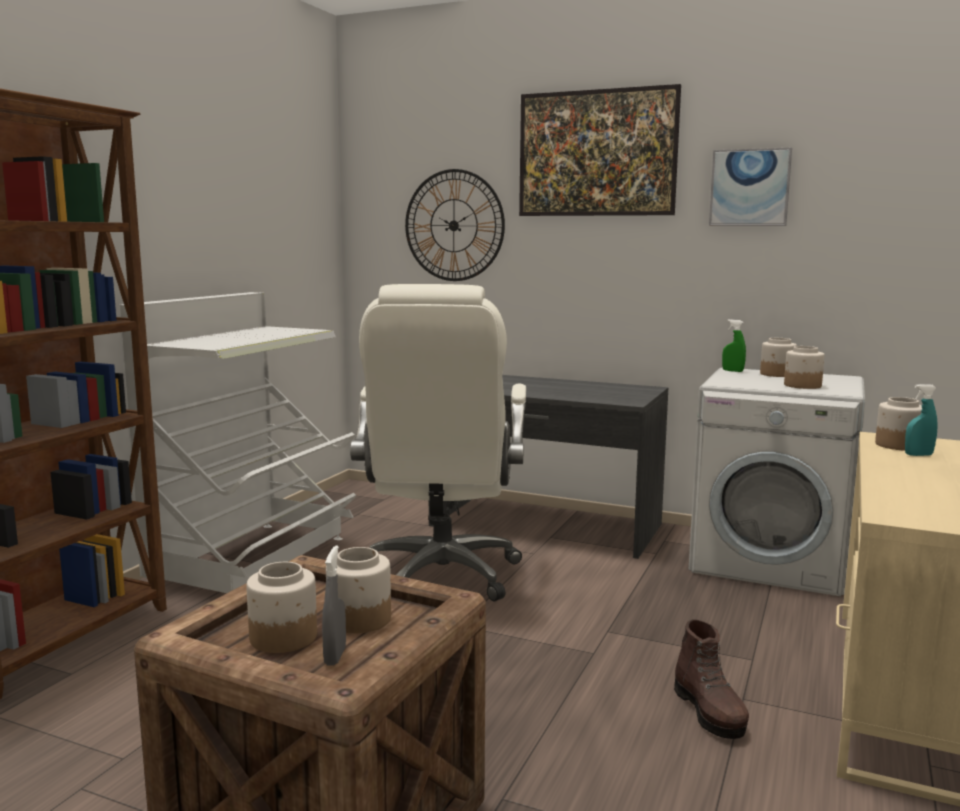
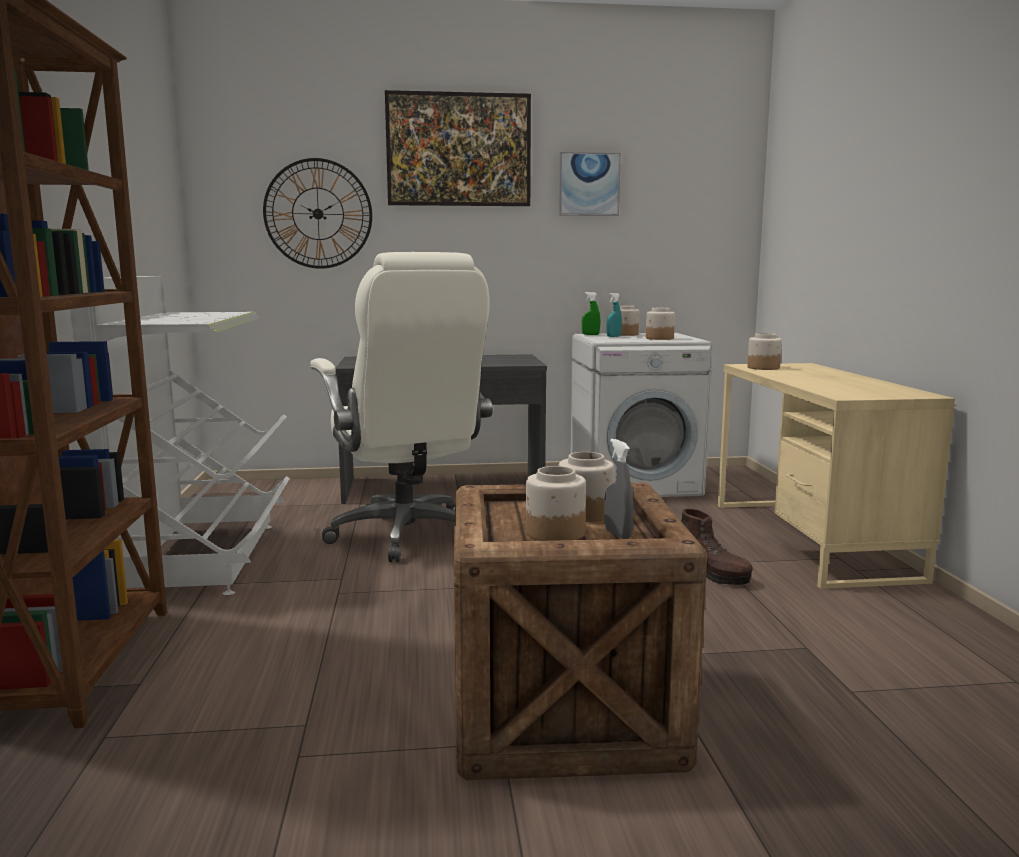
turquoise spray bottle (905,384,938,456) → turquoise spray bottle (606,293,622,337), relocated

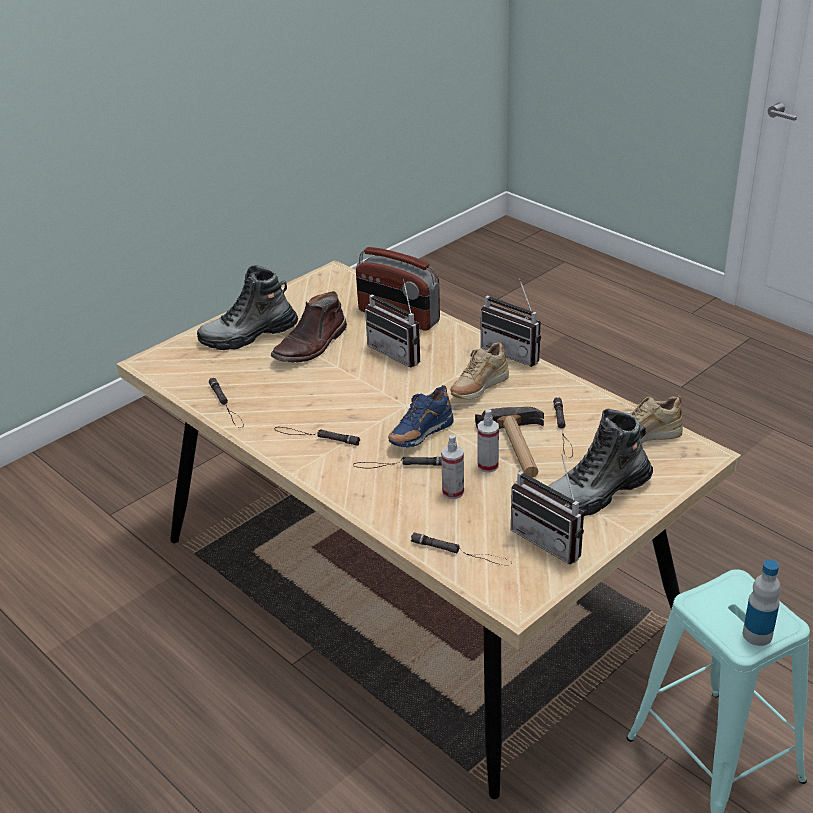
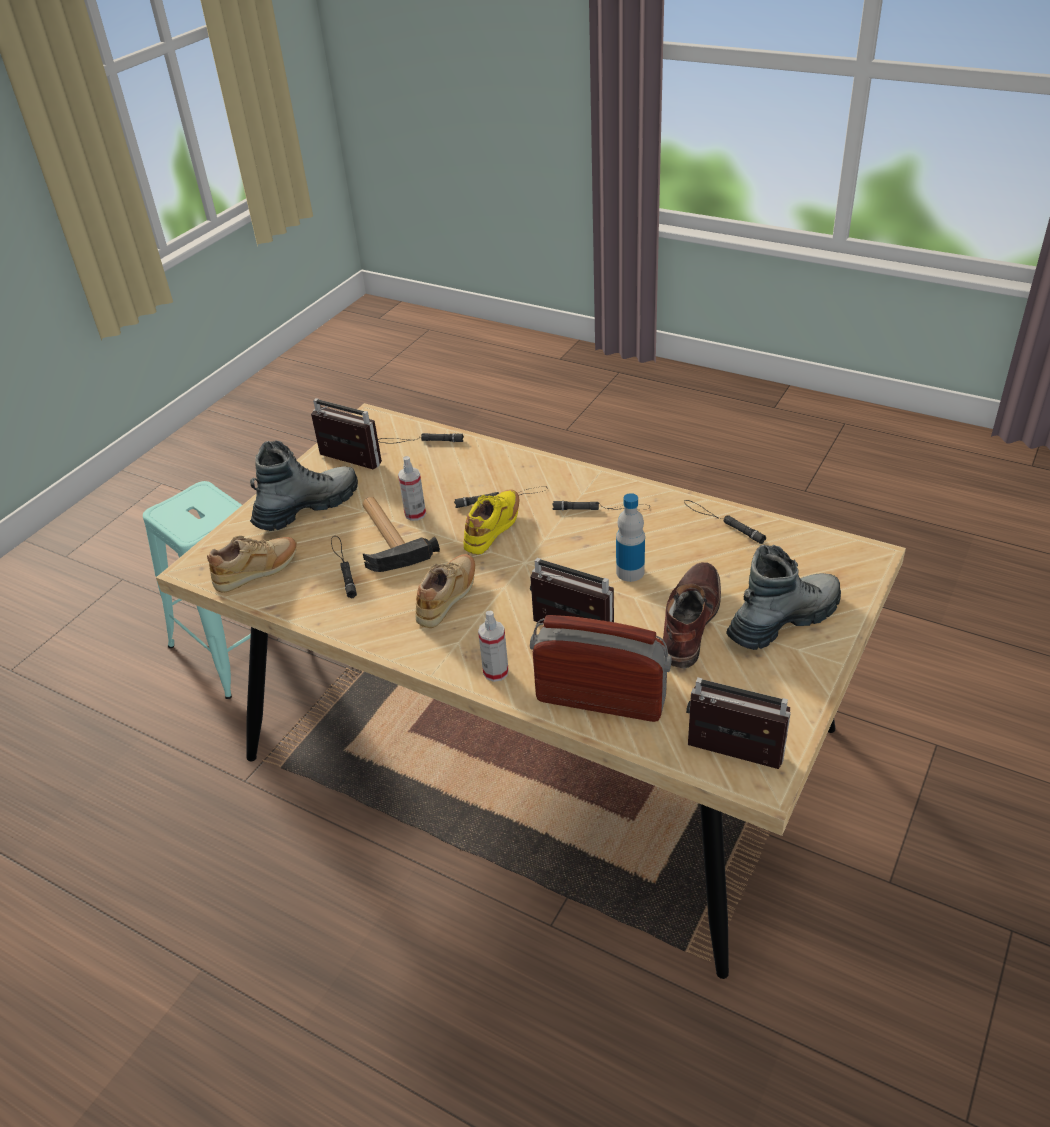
blue shoe (388,385,453,447) → yellow shoe (464,489,519,555)
spray bottle (441,435,464,499) → spray bottle (478,611,509,682), relocated
bottle (743,560,781,646) → bottle (616,493,645,582), relocated
radio (481,278,541,367) → radio (686,677,791,769), relocated

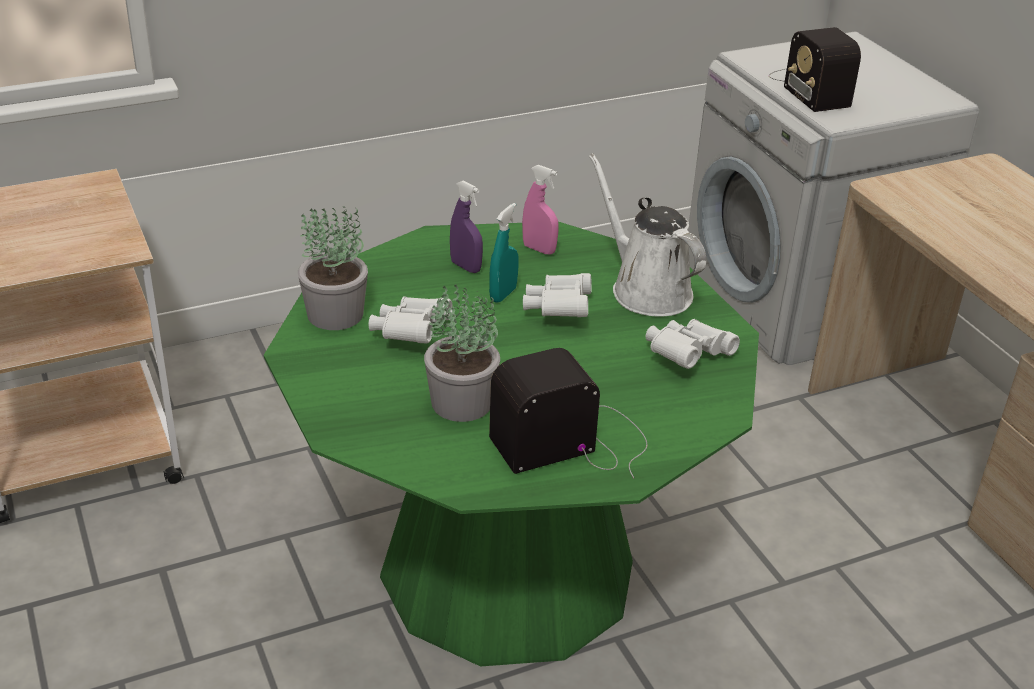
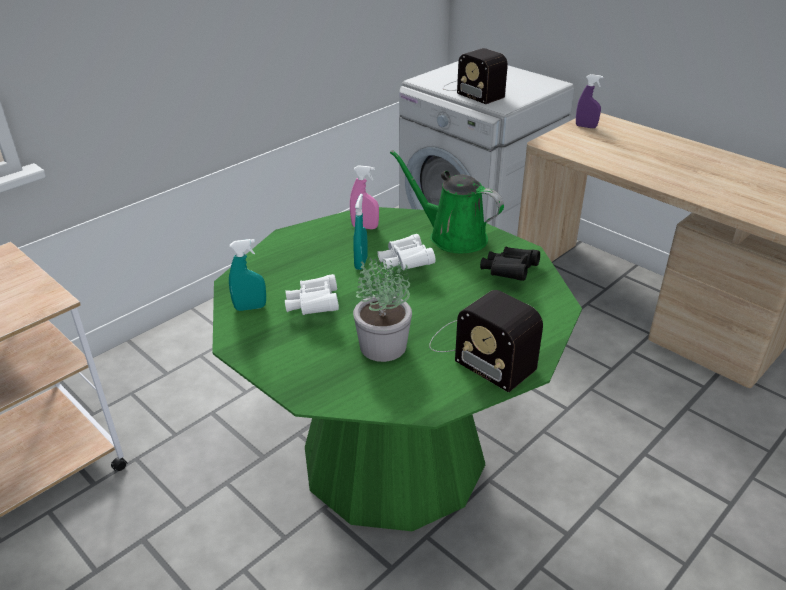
potted plant (298,206,368,330) → turquoise spray bottle (229,239,266,311)
white watering can (589,153,706,316) → green watering can (390,150,504,253)
radio (489,348,647,478) → radio (429,290,543,392), 90 degrees counterclockwise
white binoculars (646,319,740,369) → black binoculars (480,247,540,281)
purple spray bottle (450,181,483,273) → purple spray bottle (576,74,603,128), relocated

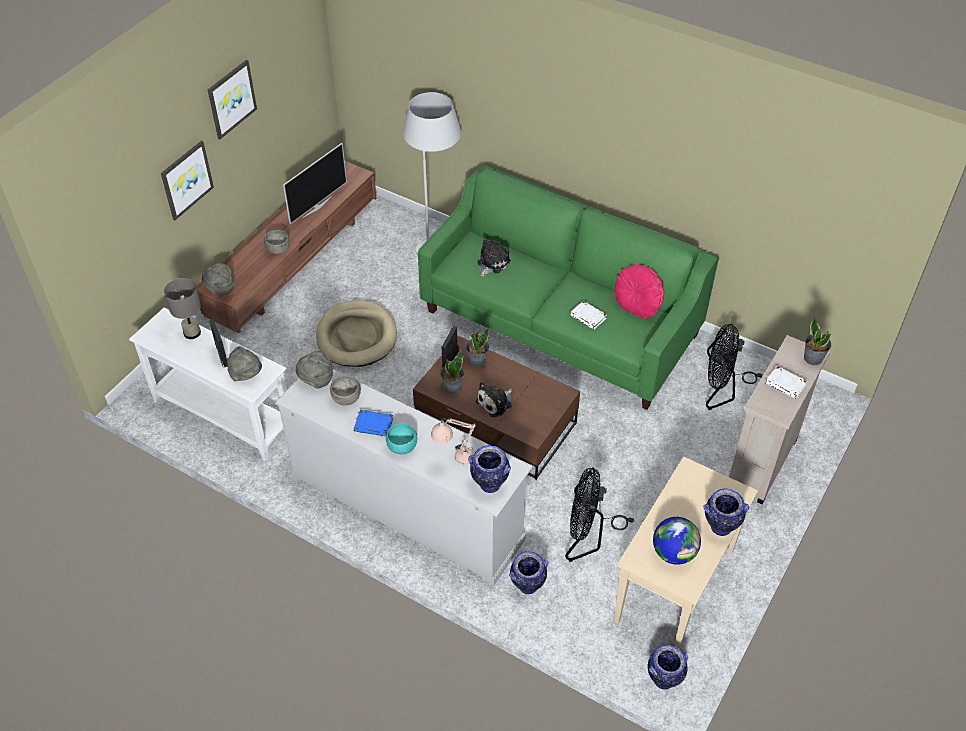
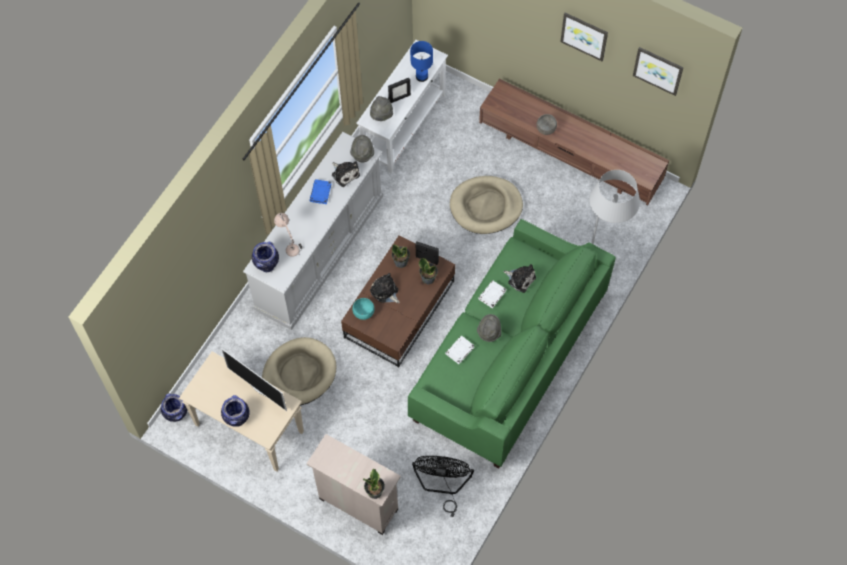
television (283,143,347,224) → television (222,349,287,411), relocated
black fan (565,467,635,562) → beige dog bed (262,337,337,406)
grey bowl (330,375,361,406) → plush toy (332,161,360,187)
turquoise bowl (386,423,417,454) → turquoise bowl (352,298,374,320), relocated
grey table lamp (164,278,201,339) → blue table lamp (410,41,433,82)
grey hat (202,263,235,296) → grey hat (477,314,501,342), relocated
white book (765,366,807,399) → white book (478,280,506,308), relocated
picture (161,140,214,220) → picture (633,47,684,96), relocated
vase (509,552,548,594) → -
pink pillow (614,264,664,319) → -
globe (653,517,701,565) → -

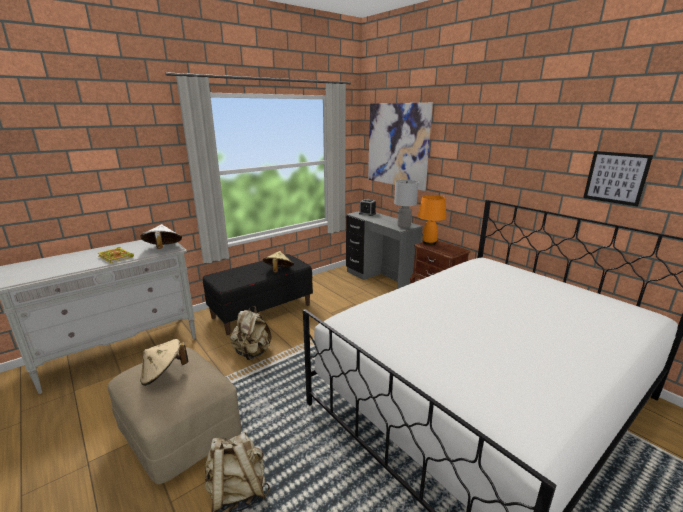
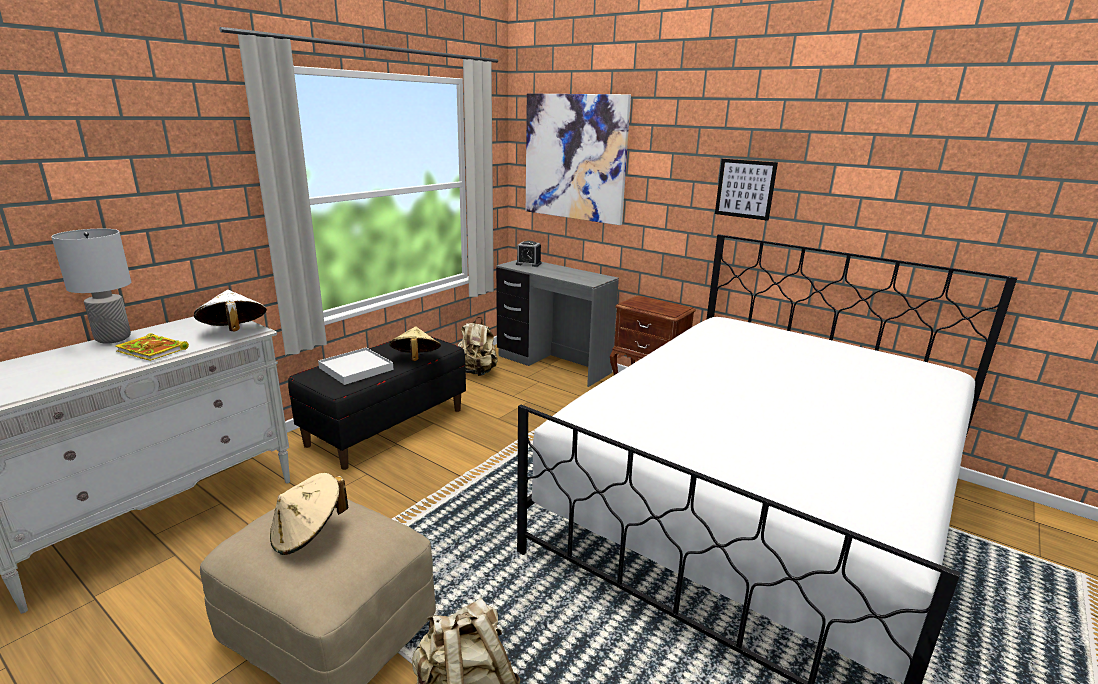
grey table lamp (394,180,418,228) → grey table lamp (51,229,131,344), relocated
- → white tray (318,348,394,385)
beige backpack (230,306,272,360) → beige backpack (458,317,498,376), relocated
picture (583,151,653,207) → picture (715,159,778,221), relocated
orange table lamp (418,195,446,245) → -

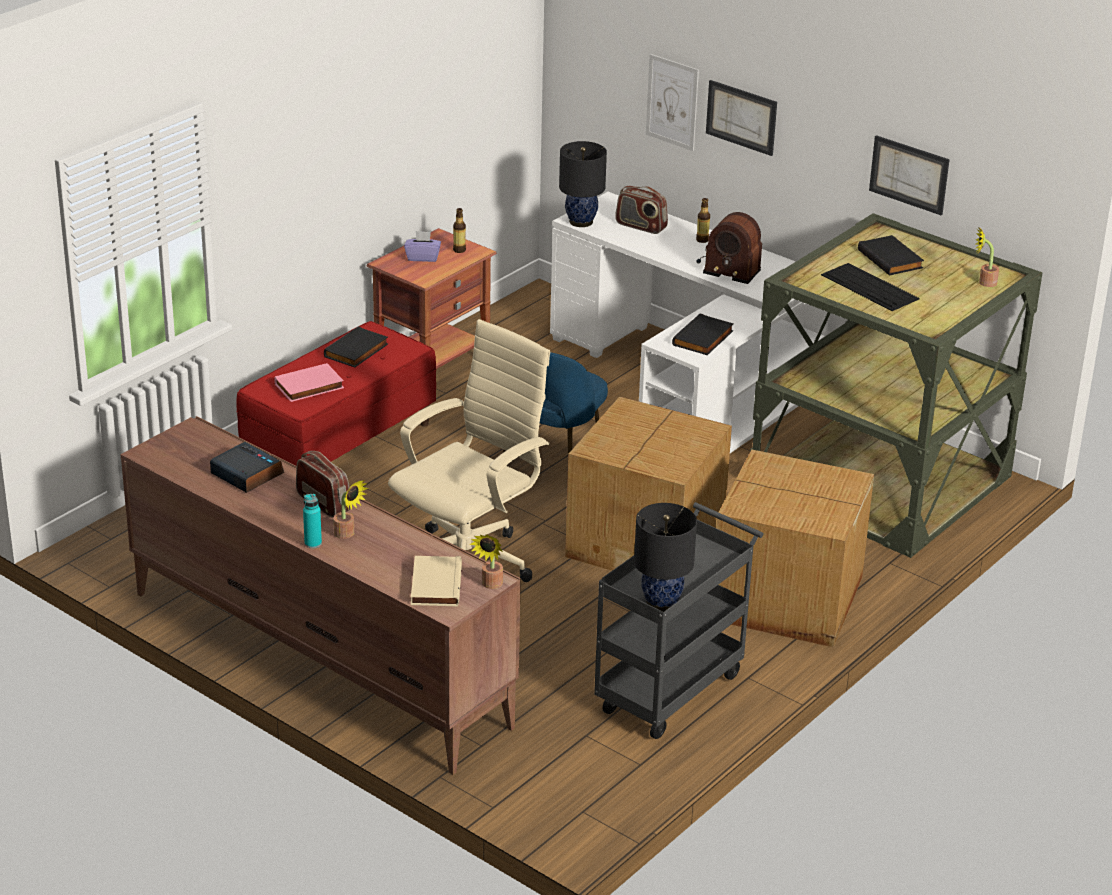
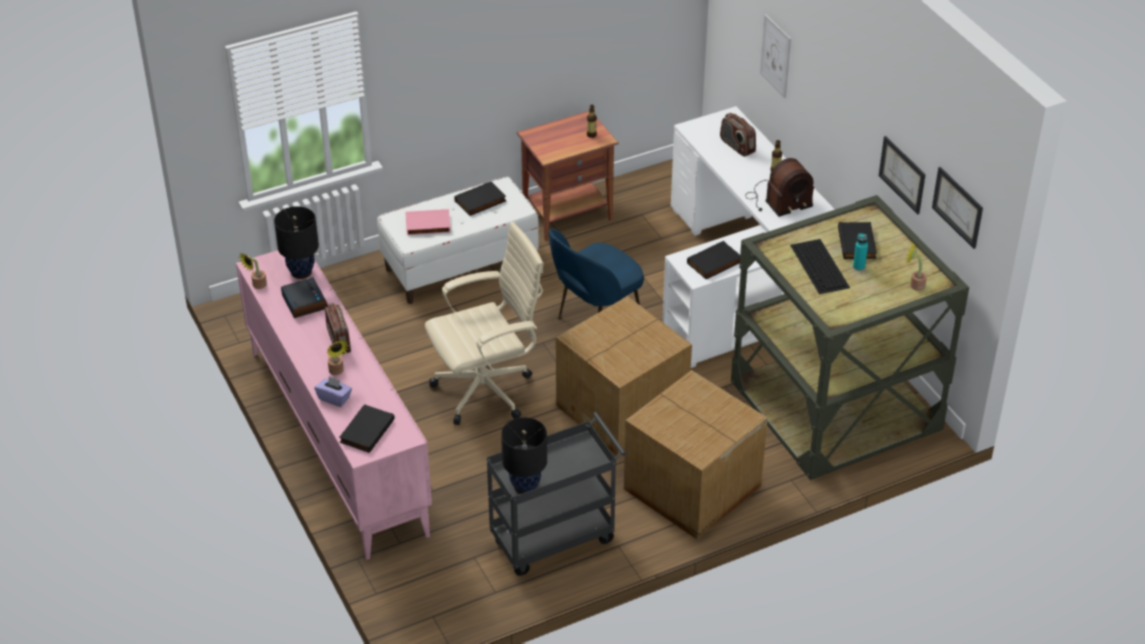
brown cabinet (120,416,521,775) → pink cabinet (236,250,432,560)
potted plant (469,534,503,589) → potted plant (238,253,267,289), relocated
black table lamp (559,141,607,227) → black table lamp (274,206,319,279), relocated
purple tissue box (404,231,441,262) → purple tissue box (314,376,352,407), relocated
beige book (411,556,462,607) → black book (339,404,395,453)
red bench (237,321,436,466) → white bench (377,177,539,304)
radio (696,212,762,284) → radio (745,158,814,217), 75 degrees counterclockwise
turquoise bottle (303,494,322,548) → turquoise bottle (853,233,868,271), relocated
picture (706,80,777,156) → picture (932,167,983,249), relocated

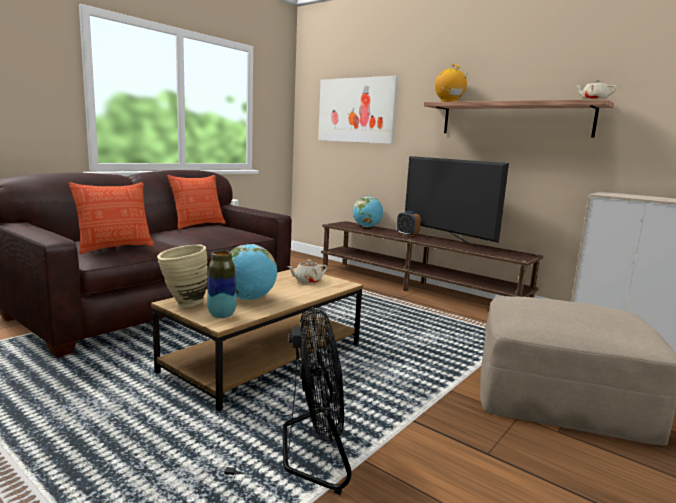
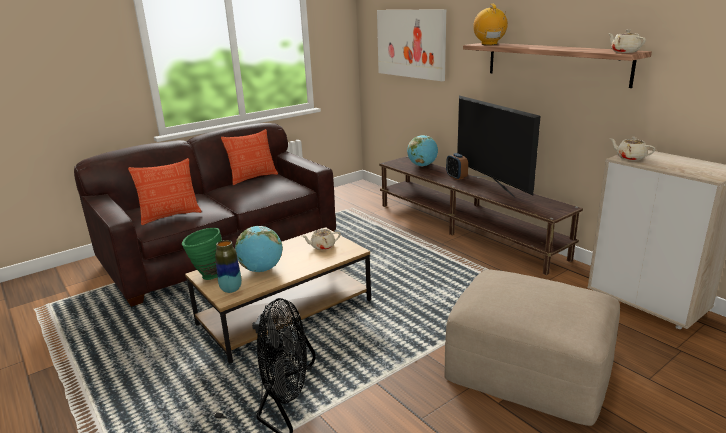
beige vase (157,245,208,307) → green vase (182,228,222,280)
- → beige teapot (609,137,655,160)

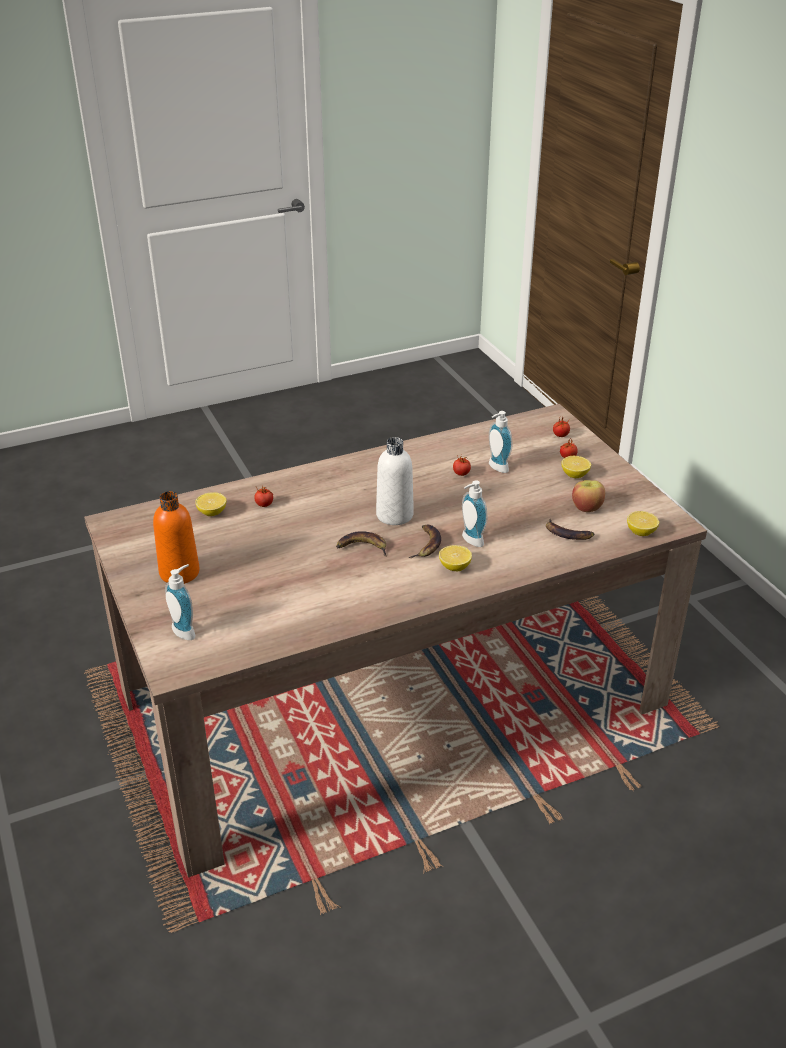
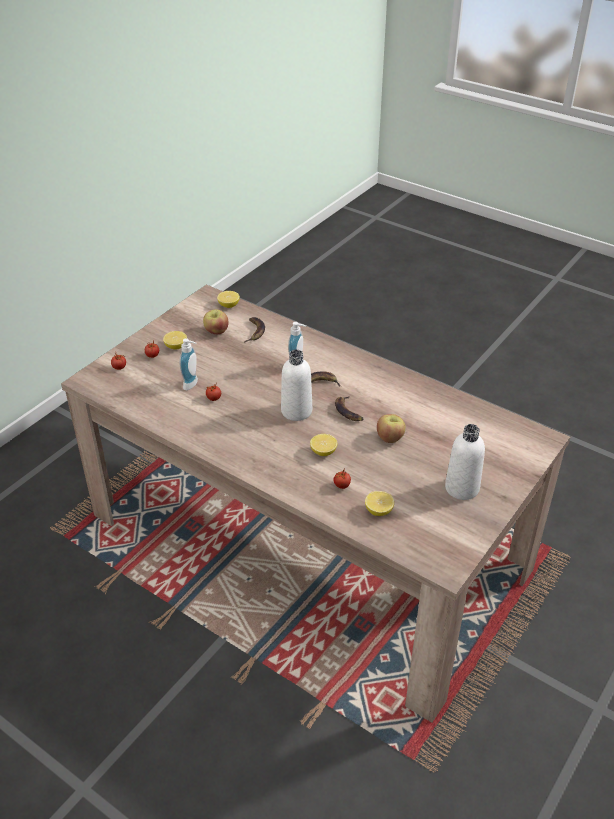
lemon (439,545,472,571) → lemon (310,434,337,456), relocated
- → apple (377,414,406,443)
orange bottle (153,491,200,584) → white bottle (445,424,485,500)
soap dispenser (165,564,195,640) → -

